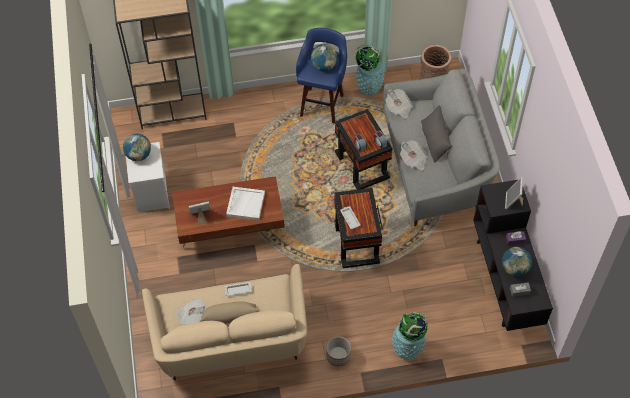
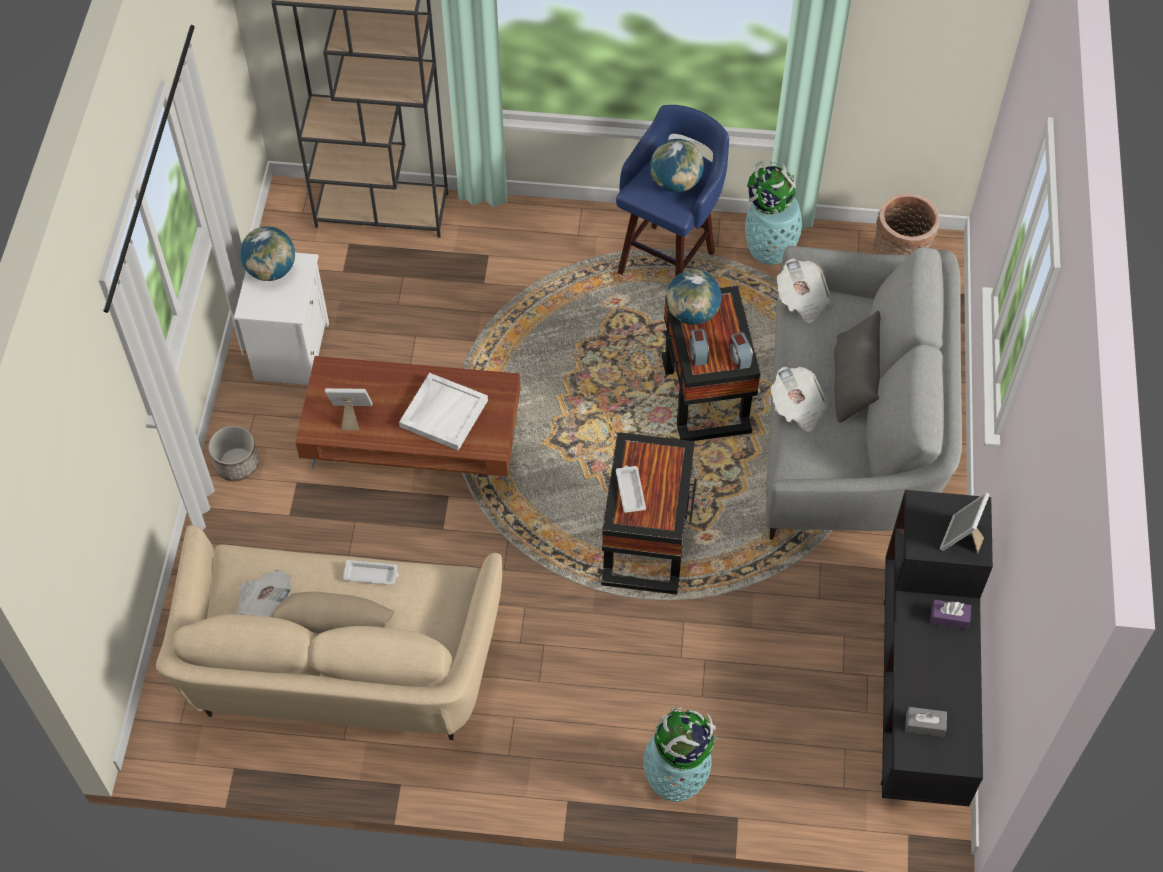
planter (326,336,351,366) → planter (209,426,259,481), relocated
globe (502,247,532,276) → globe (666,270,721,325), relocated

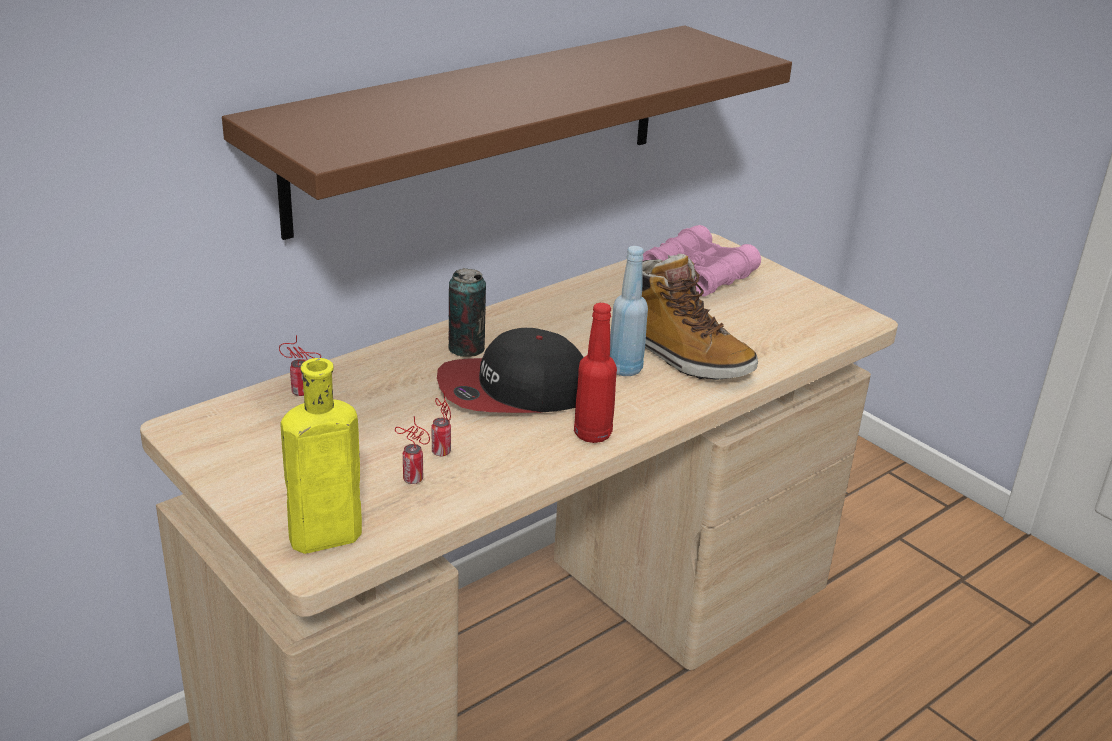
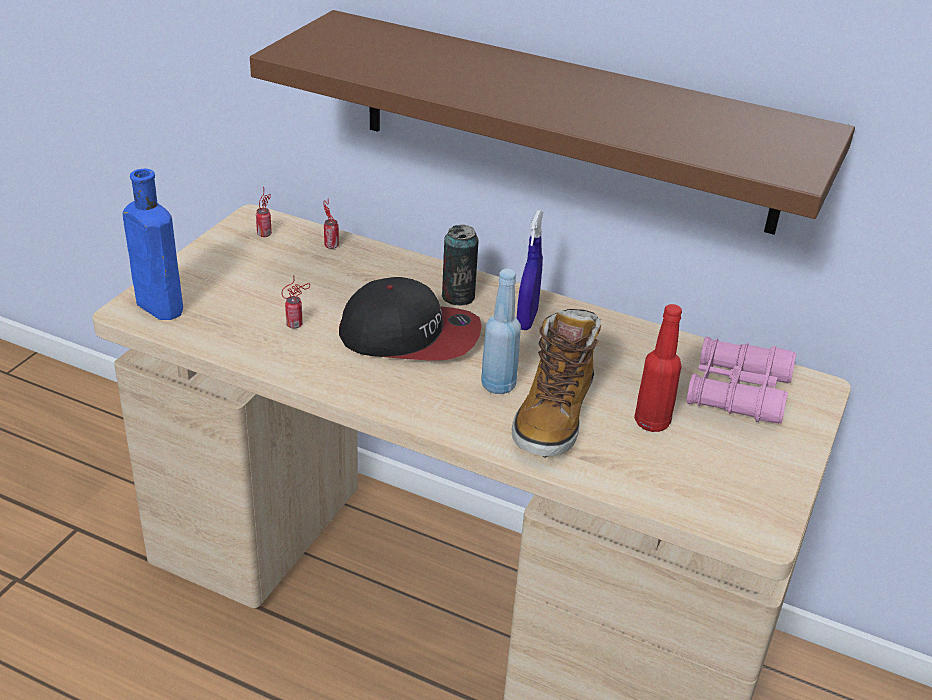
yellow bottle (281,358,362,554) → blue bottle (123,169,183,320)
can (395,416,430,484) → can (256,187,272,237), relocated
cap (437,328,584,413) → cap (339,277,482,361), 135 degrees clockwise
- → blue spray bottle (517,210,544,330)
red bottle (574,303,617,443) → red bottle (634,304,682,432), relocated

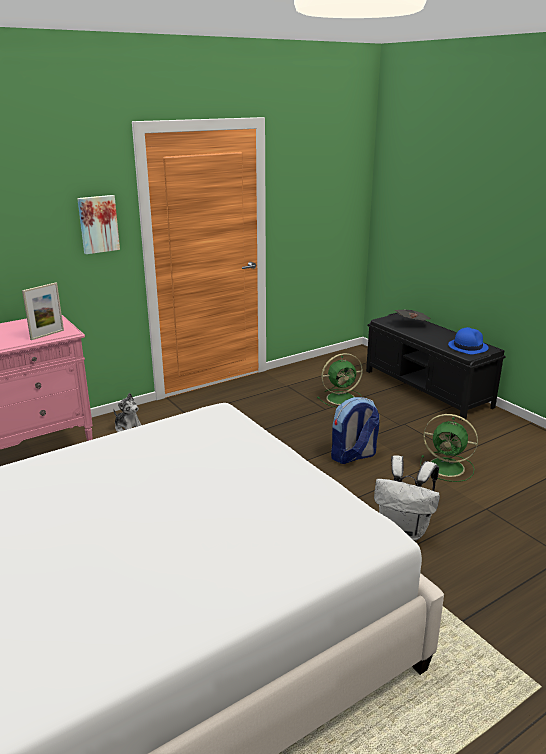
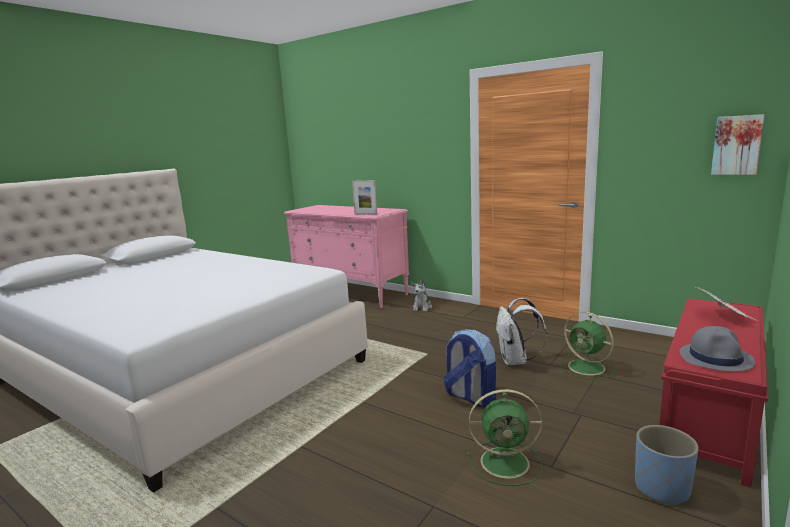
green fan (420,414,478,482) → green fan (467,389,542,486), 90 degrees counterclockwise
white backpack (374,455,440,541) → white backpack (496,298,547,365), relocated
- → blue planter (635,425,699,506)
black bench (366,313,506,420) → red bench (659,299,768,488)
blue hat (448,327,489,354) → grey hat (679,326,755,372)
picture (77,195,120,254) → picture (711,114,765,175), relocated

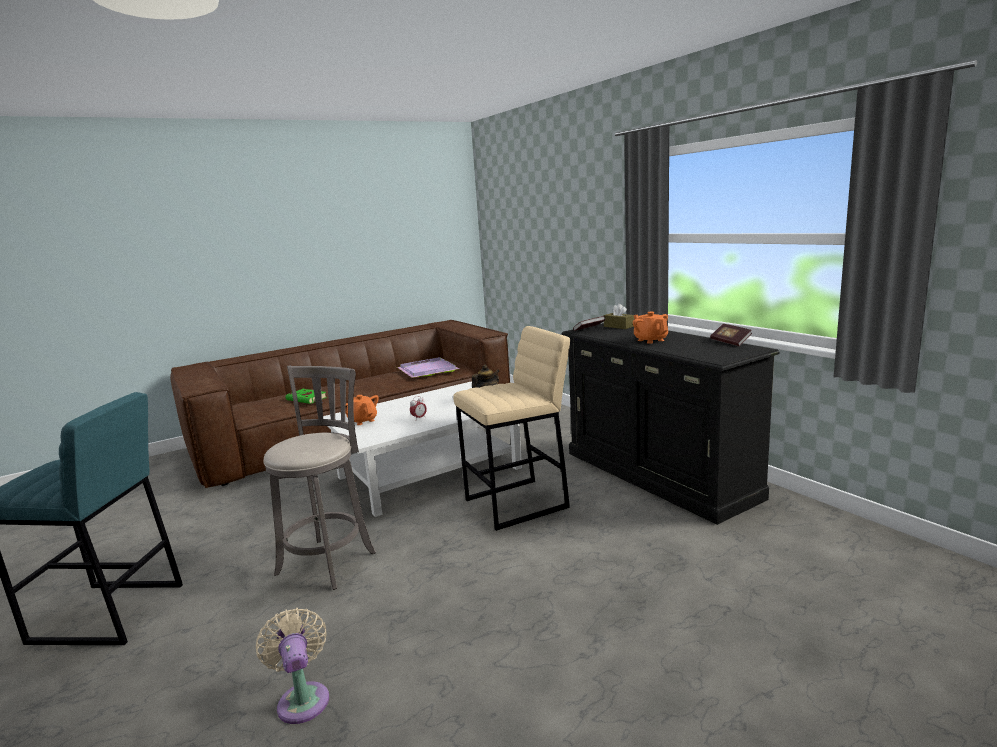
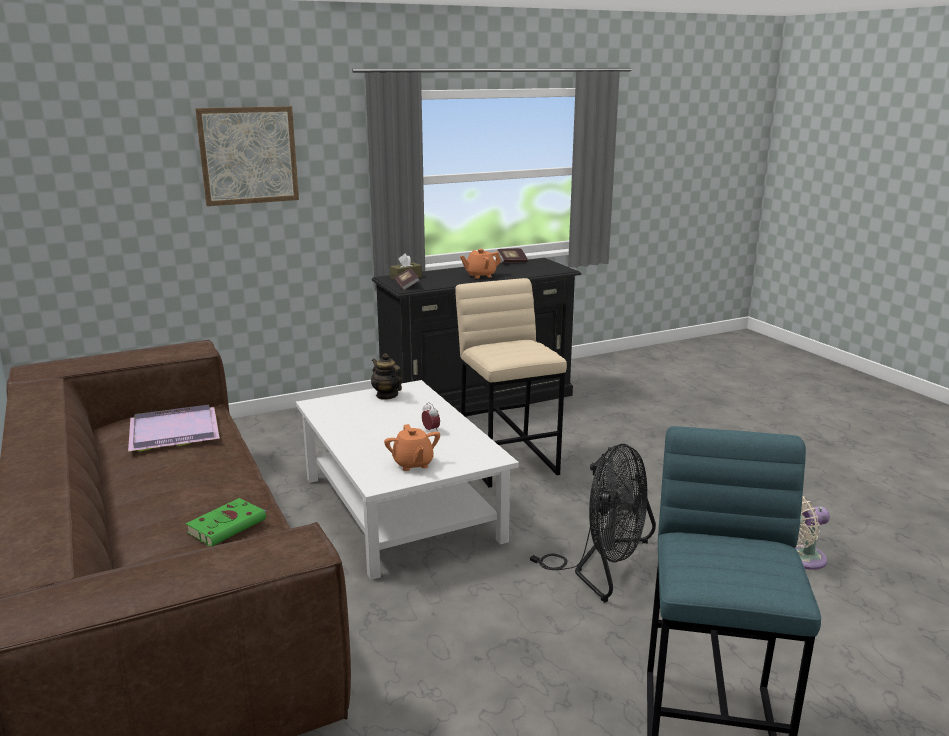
- → picture (195,106,299,206)
orange teapot (345,395,379,425) → orange teapot (384,424,440,471), 75 degrees counterclockwise
grey stool (263,365,376,590) → black fan (529,444,656,603)

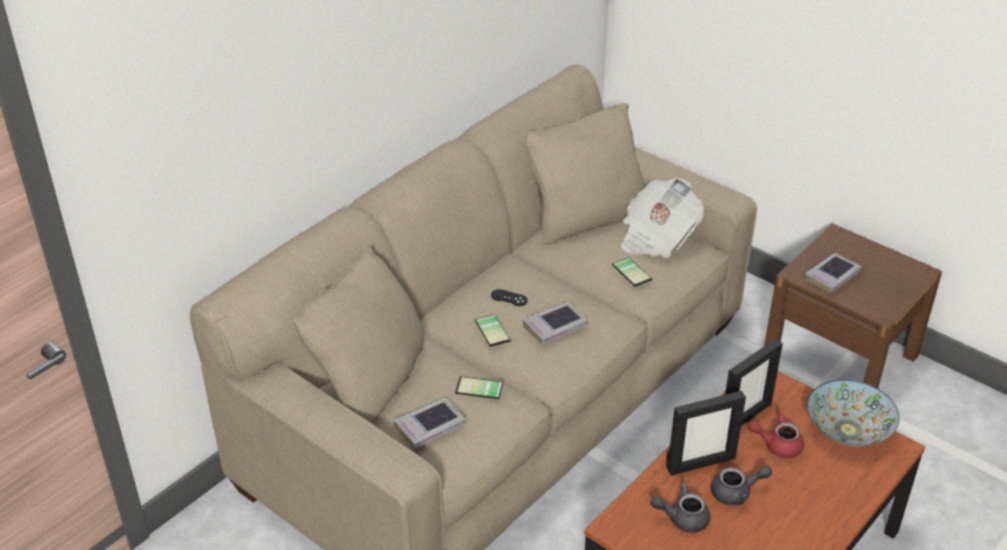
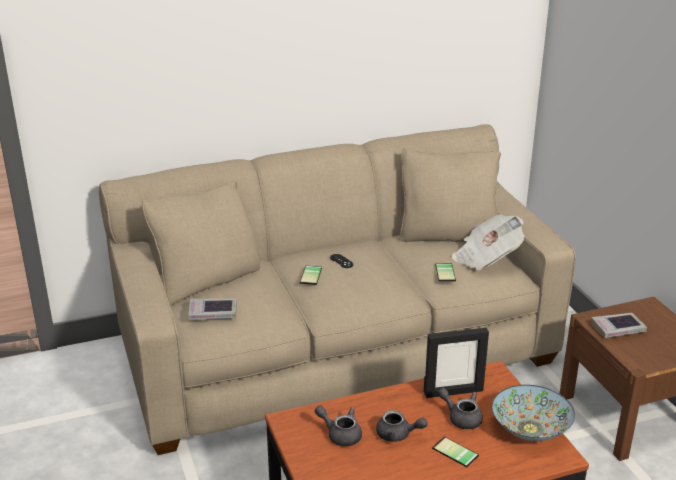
phone (455,377,503,399) → phone (432,436,479,467), relocated
red teapot (748,412,804,458) → grey teapot (437,388,483,429)
book (523,302,588,344) → -
picture frame (666,391,746,476) → -

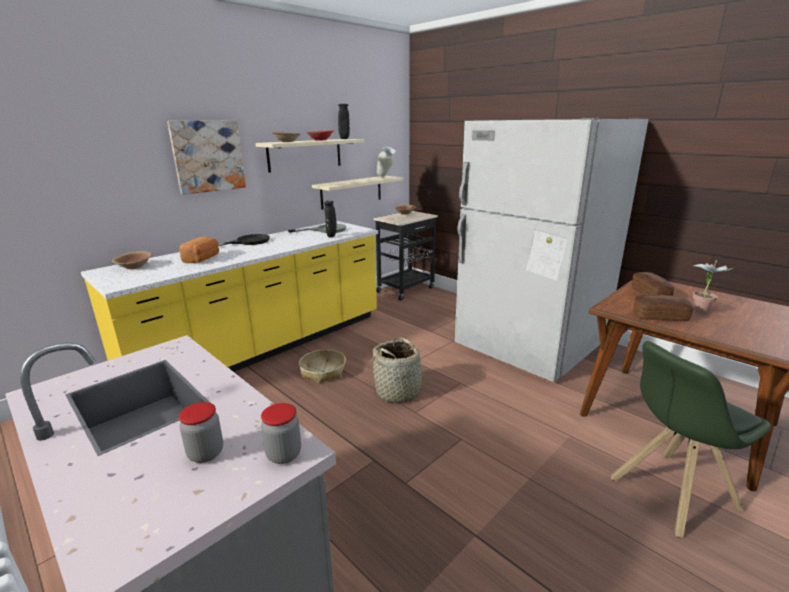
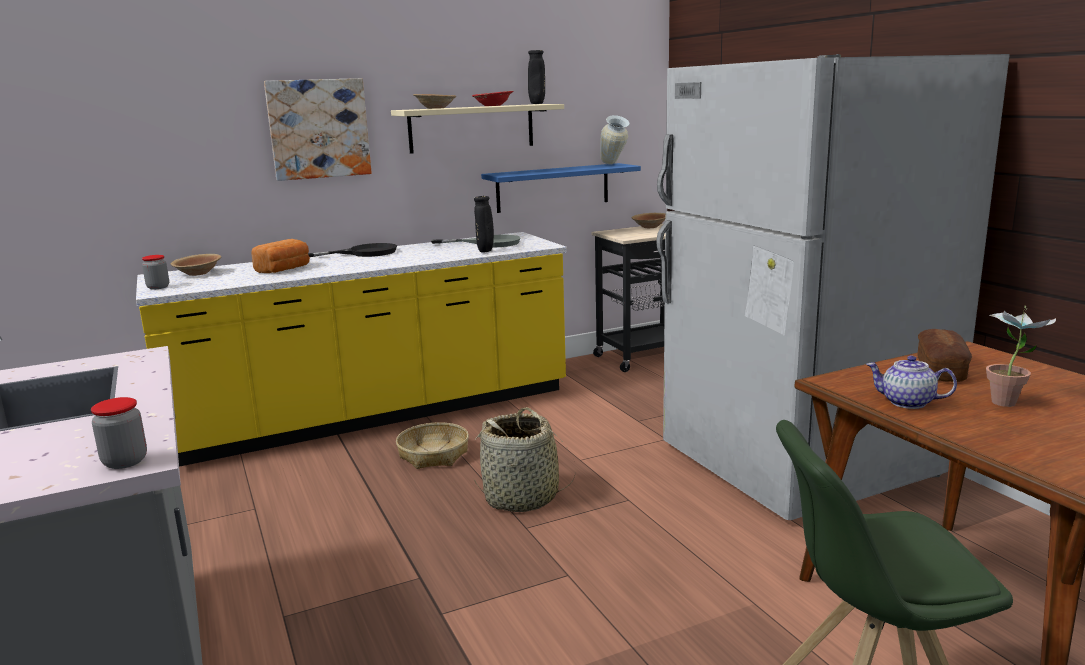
jar (179,402,223,463) → jar (142,255,169,289), relocated
beige shelf (312,176,404,210) → blue shelf (481,163,641,213)
bread (633,295,694,321) → teapot (866,356,957,409)

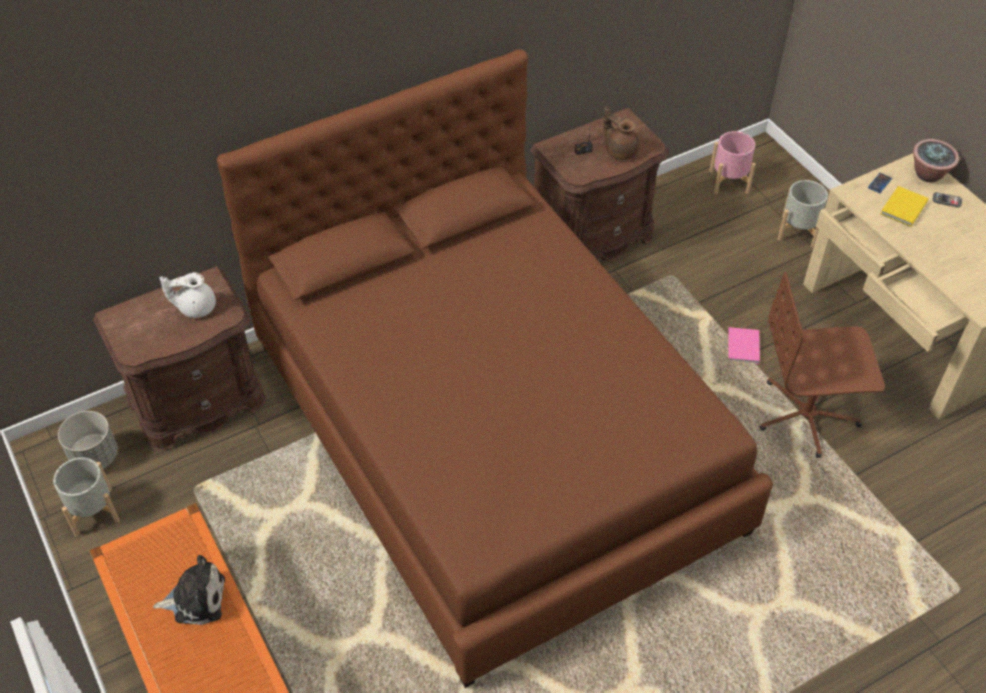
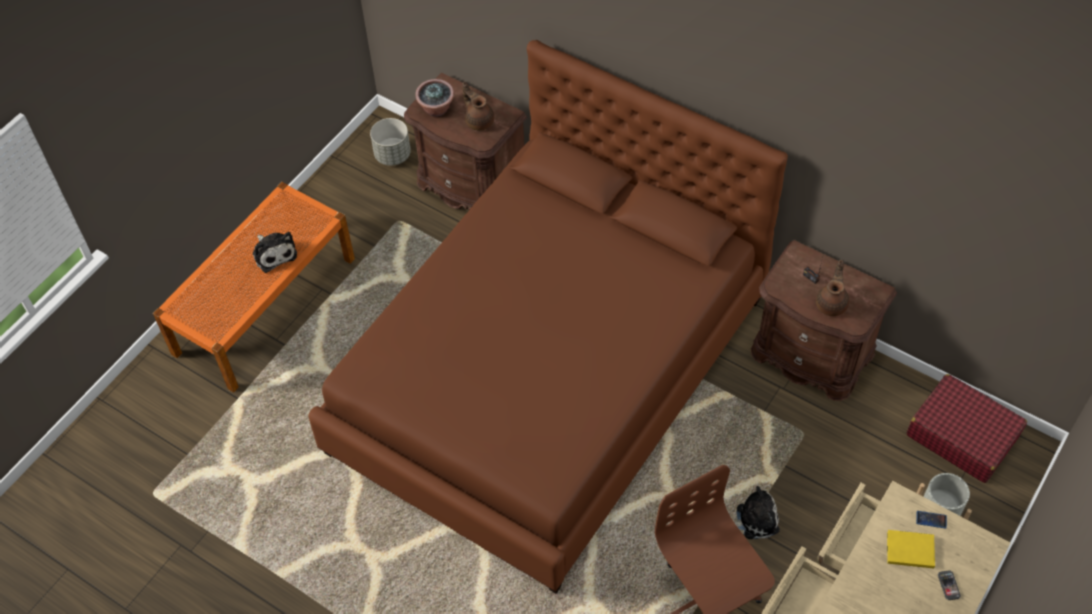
potted plant (913,139,959,183) → potted plant (415,79,454,117), relocated
white teapot (160,272,216,318) → brown teapot (463,82,494,130)
pink book (728,327,760,364) → plush toy (734,486,780,539)
pink planter (709,131,756,194) → red suitcase (906,374,1027,483)
grey planter (53,457,120,536) → -

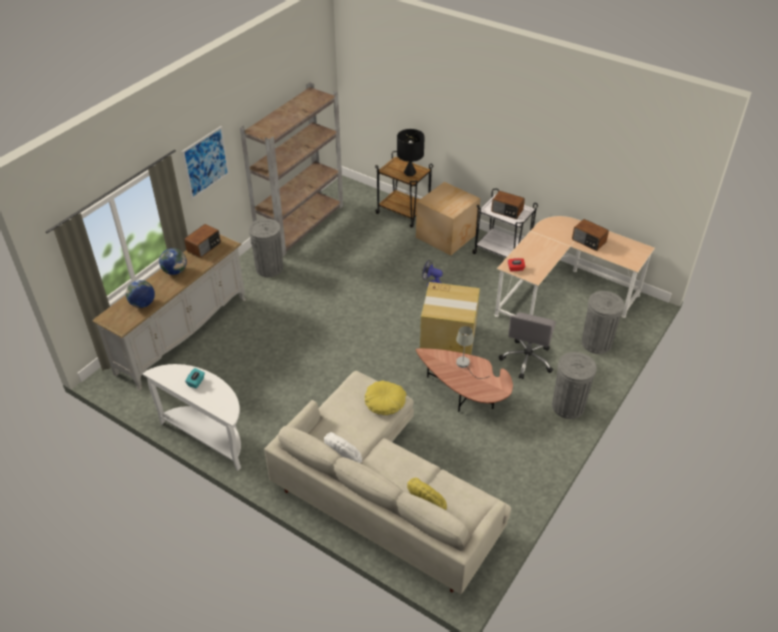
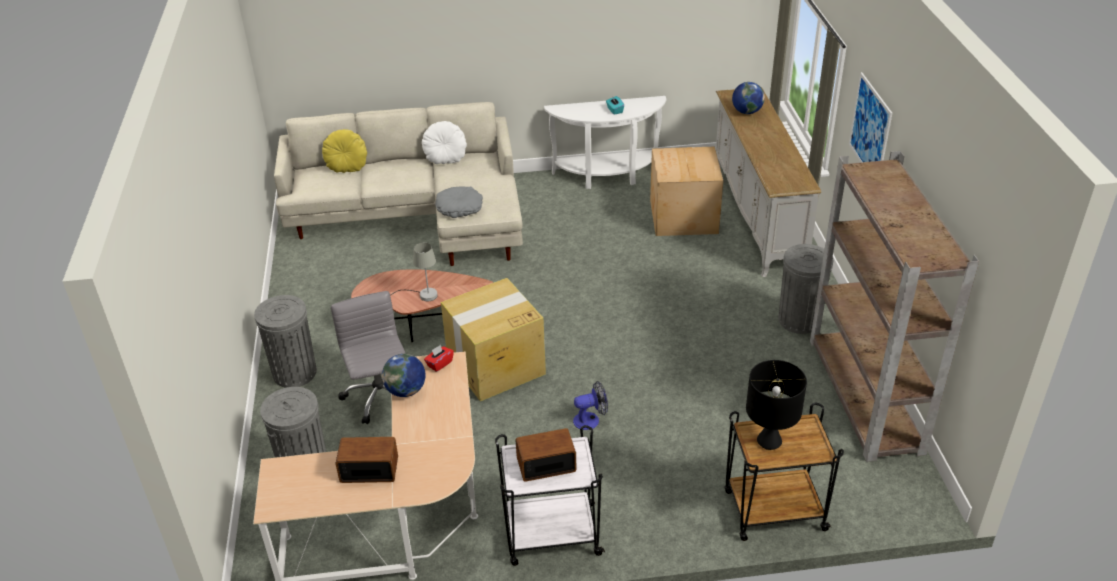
globe (159,248,187,275) → globe (382,354,426,397), relocated
yellow pillow (365,380,407,415) → grey pillow (435,186,483,218)
cardboard box (416,182,480,255) → cardboard box (650,146,723,236), relocated
radio (184,224,221,258) → -

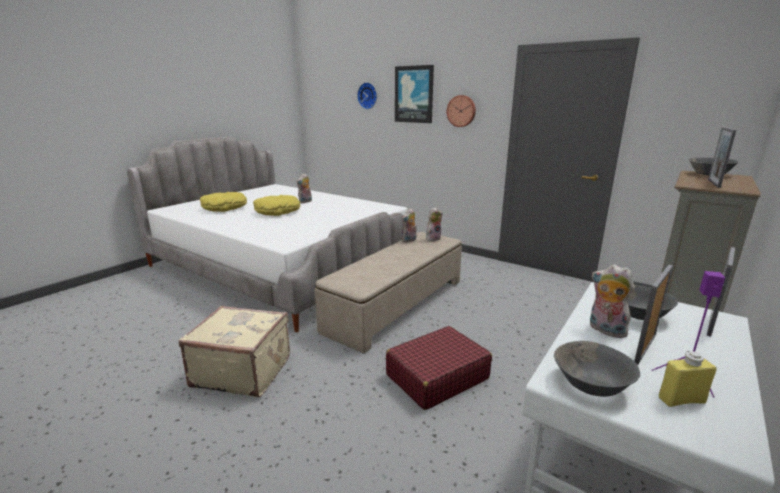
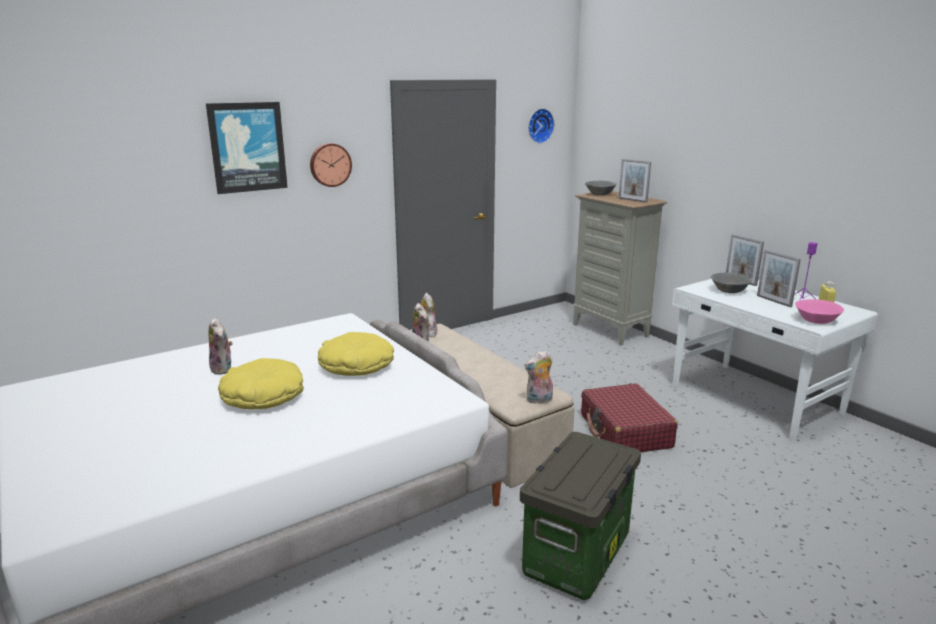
yellow pillow (200,192,247,212) → yellow pillow (318,332,394,376), relocated
beige suitcase (179,306,290,397) → storage box (520,432,641,600)
plush toy (590,264,635,338) → plush toy (524,350,553,404), relocated
wall clock (357,82,377,109) → wall clock (528,108,554,143), relocated
grey bowl (554,341,640,397) → pink bowl (795,299,844,324)

